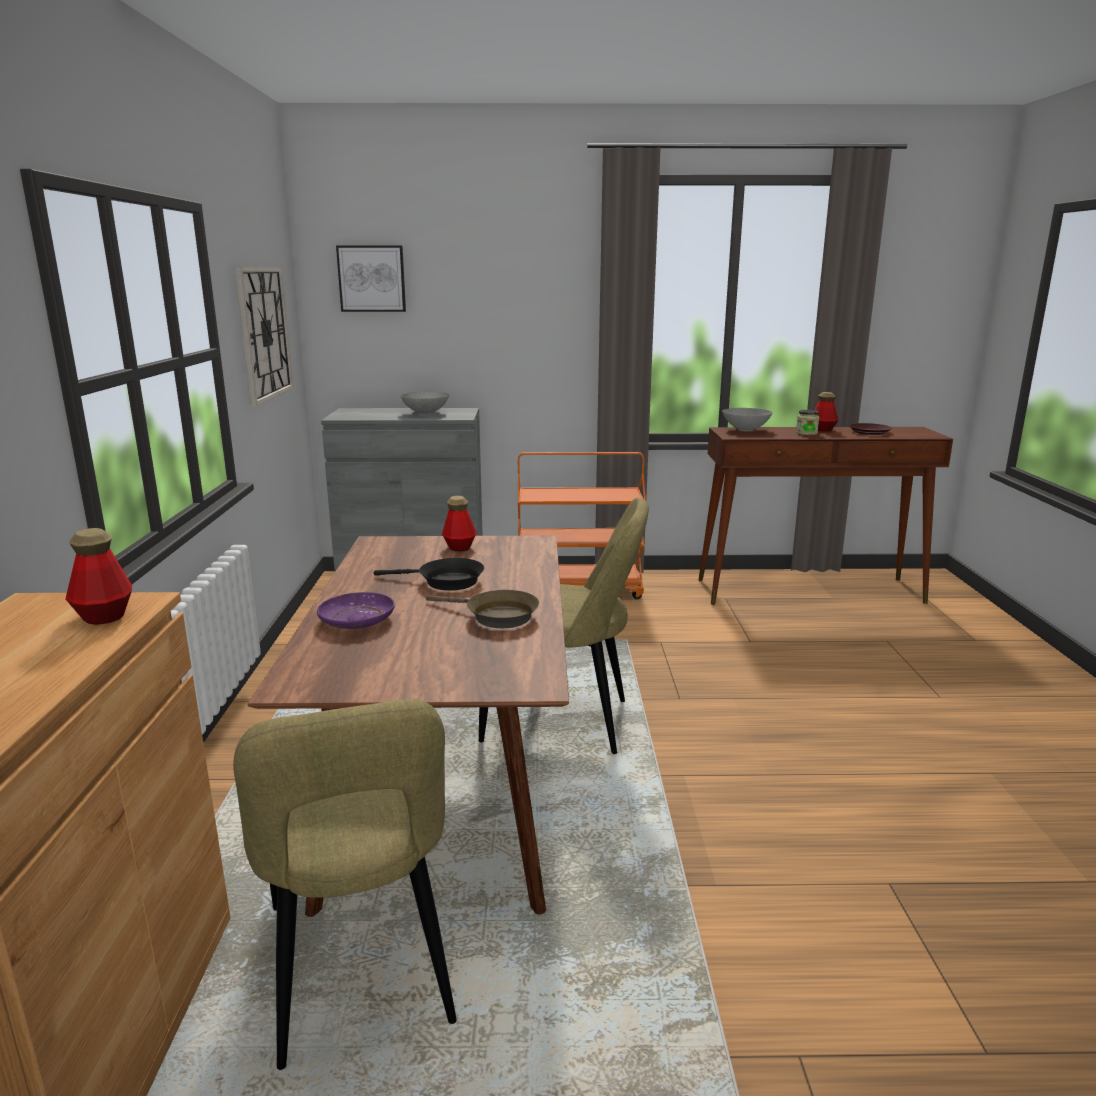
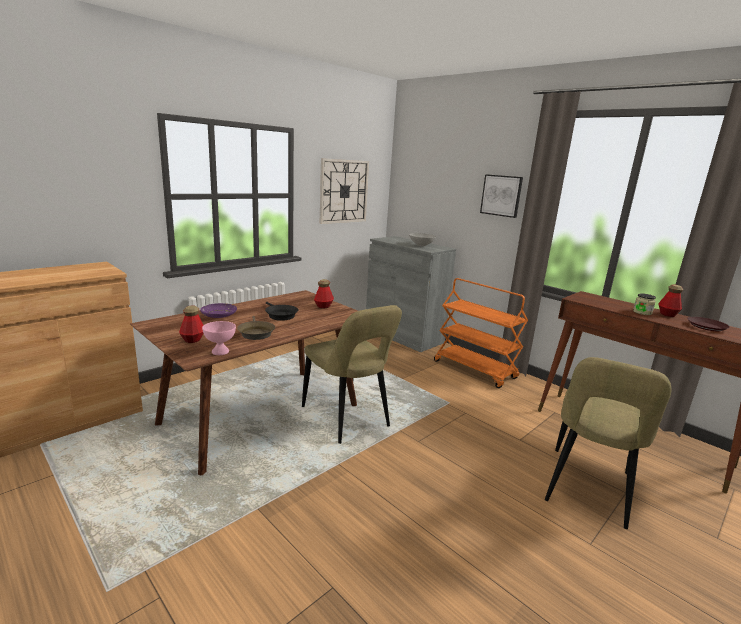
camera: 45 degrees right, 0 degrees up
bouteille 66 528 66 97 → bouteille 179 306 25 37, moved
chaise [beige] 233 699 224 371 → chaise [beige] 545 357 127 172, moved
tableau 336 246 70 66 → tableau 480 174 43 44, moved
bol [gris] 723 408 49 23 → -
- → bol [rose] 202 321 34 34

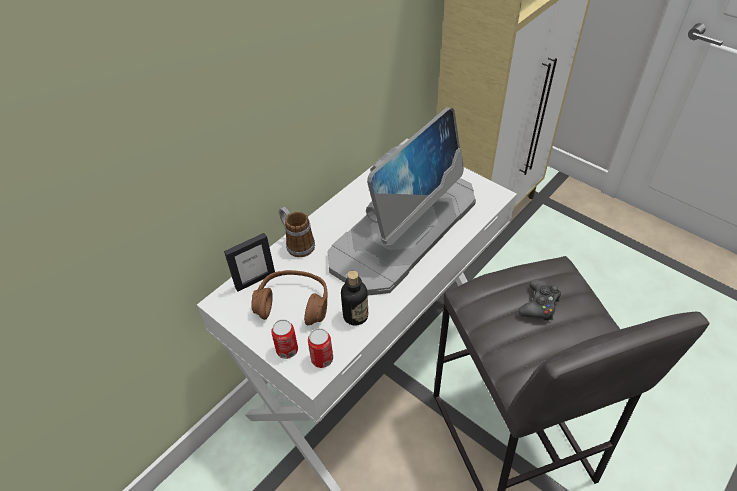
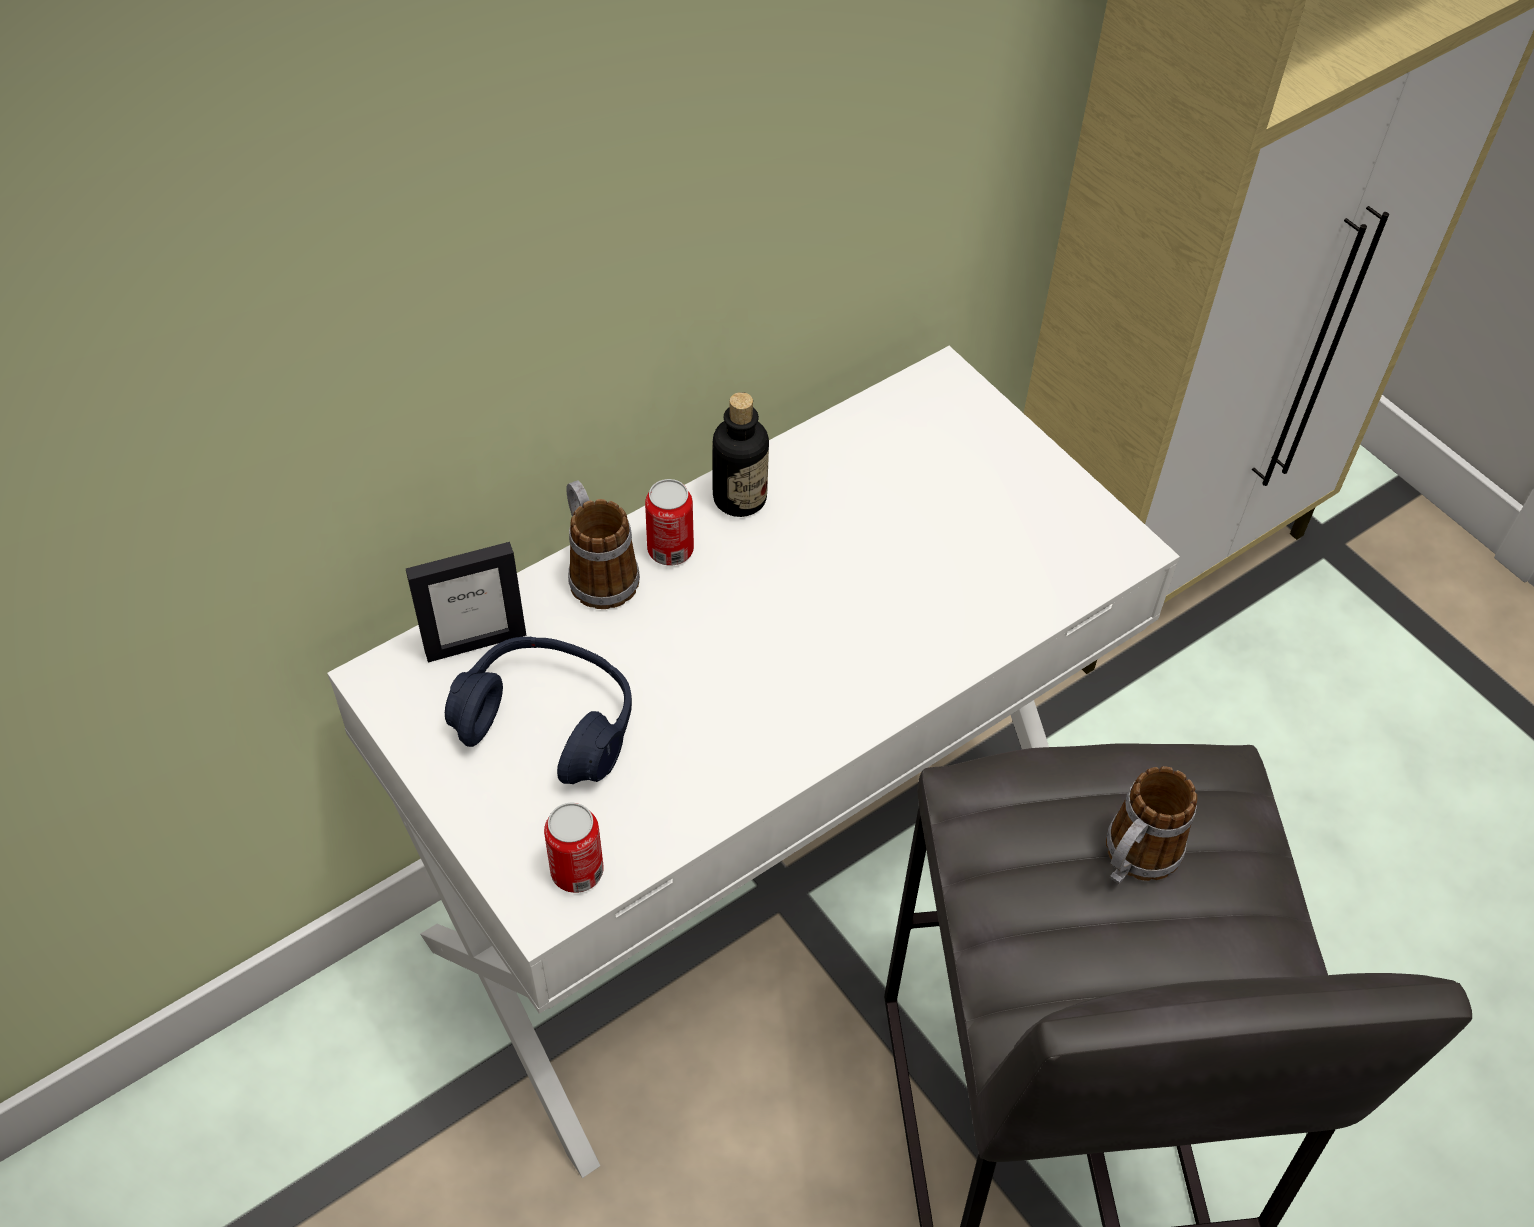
camera: 10 degrees right, 5 degrees up
casque audio [marron] 251 270 76 55 → casque audio [bleu] 445 637 187 147
boîte métallique 271 319 27 40 → boîte métallique 645 479 49 86, moved
écran d'ordinateur 327 107 149 188 → -
bouteille 341 271 27 54 → bouteille 712 392 57 125, moved
manette [noir] 518 280 43 41 → mug 1106 766 91 118

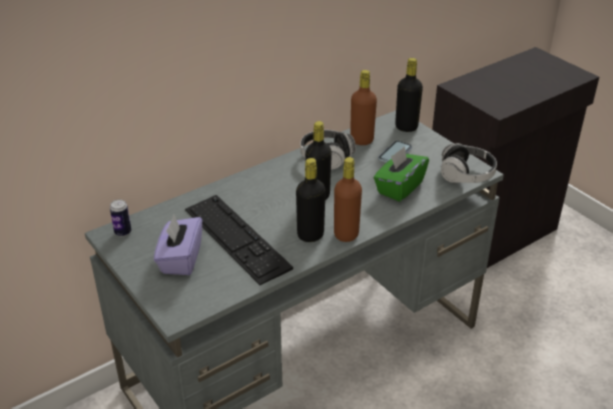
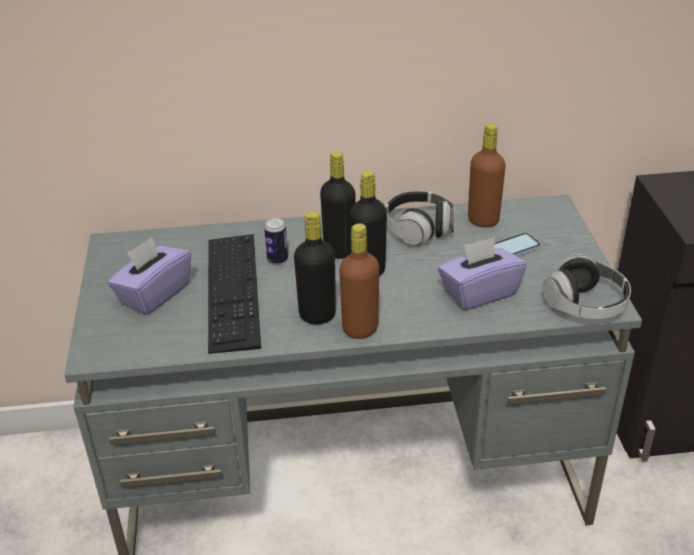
camera: 30 degrees right, 0 degrees up
boîte métallique 110 199 21 38 → boîte métallique 264 218 24 46, moved
boîte à mouchoirs [vert] 374 146 55 56 → boîte à mouchoirs [violet] 438 237 89 73
bouteille [noir] 395 58 28 74 → bouteille [noir] 320 151 36 108, moved

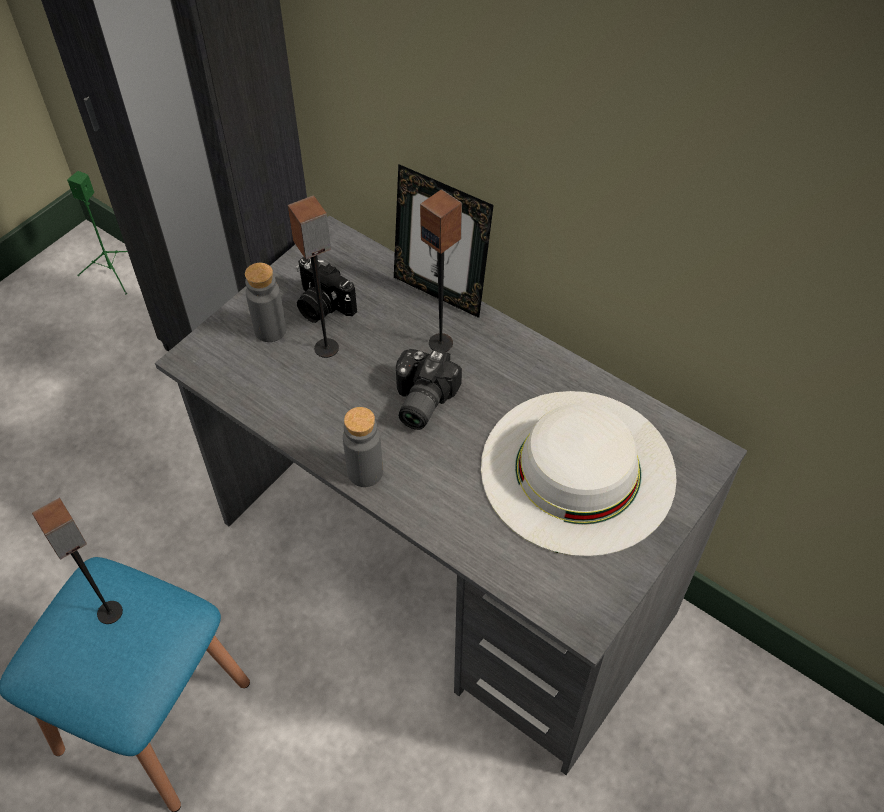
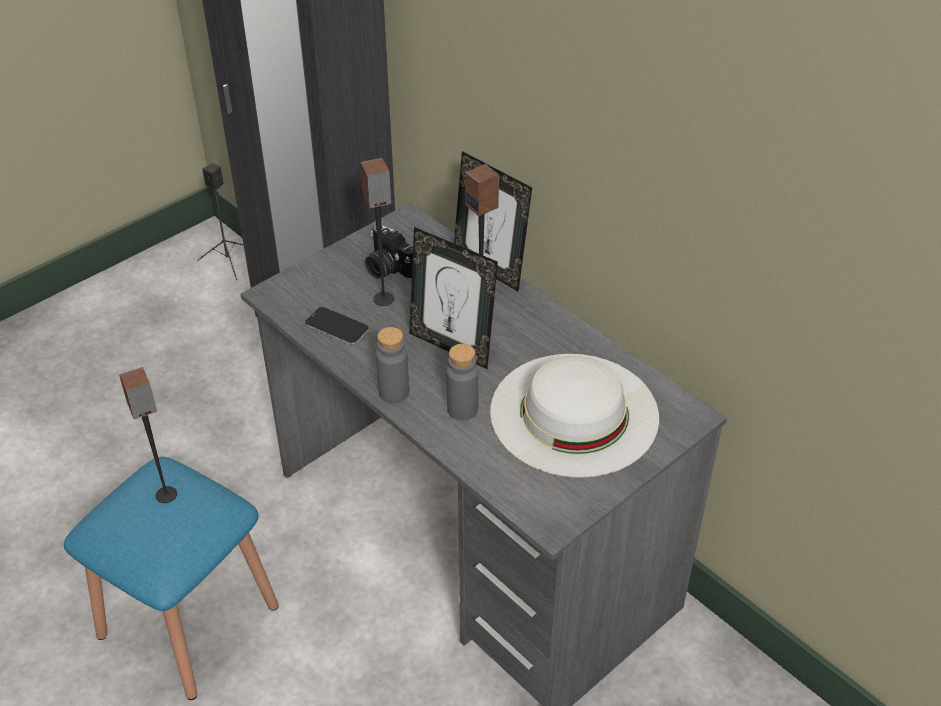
camera: 10 degrees right, 10 degrees down
enceinte [vert] 67 171 61 124 → enceinte [noir] 197 163 46 117
bouteille [gris] 245 263 42 79 → bouteille [gris] 446 344 32 77, moved
appareil photo 396 348 66 82 → cadre photo 409 227 89 142
- → téléphone 305 307 64 38

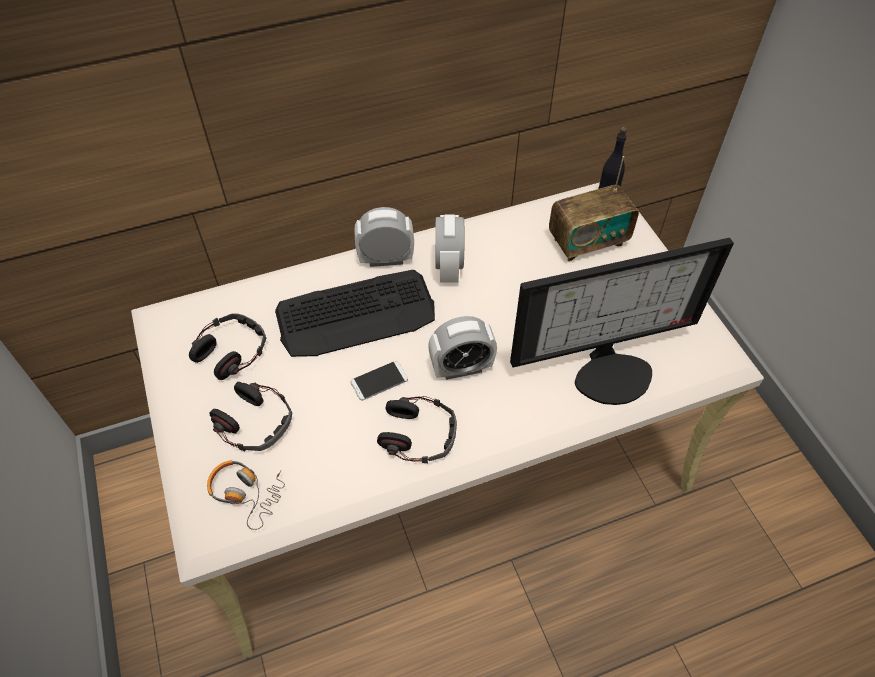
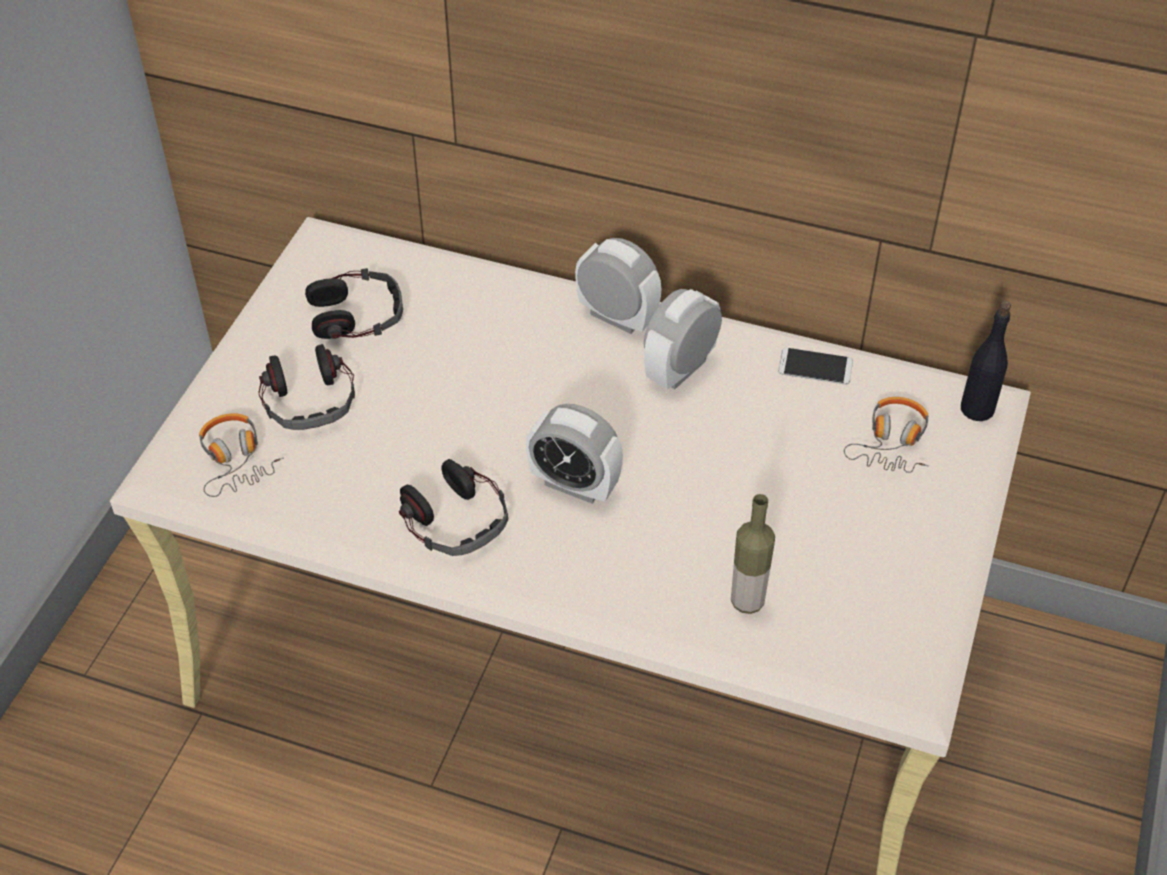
camera: 40 degrees right, 5 degrees down
clavier 275 270 160 87 → -
téléphone 351 361 57 39 → téléphone 778 348 75 37, moved
écran d'ordinateur 510 238 224 167 → bouteille 731 494 44 120
radio 549 156 90 105 → casque audio 844 397 85 76

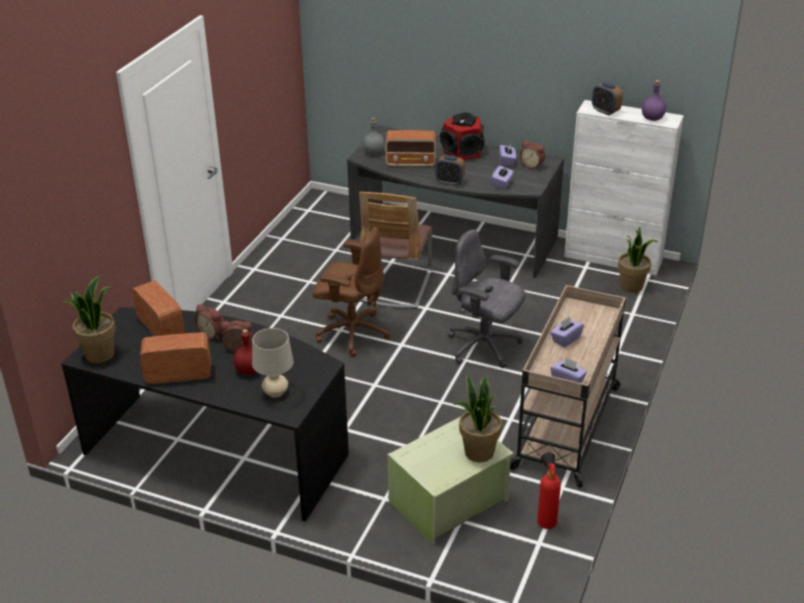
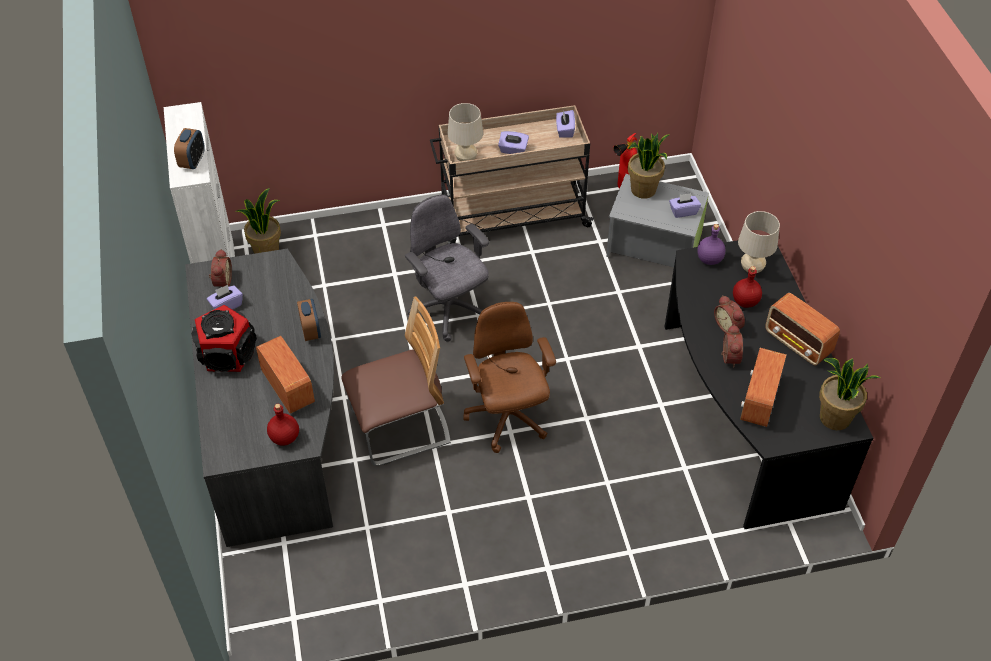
camera: 125 degrees left, 15 degrees up
bouteille [gris] 363 118 22 37 → bouteille [rouge] 267 404 32 42
boîte de rangement [vert] 387 417 127 127 → boîte de rangement [gris] 607 174 102 93
chaise de bureau [gris] 448 229 78 139 → chaise de bureau [gris] 405 195 84 147, 150 degrees clockwise
boîte à mouchoirs [violet] 492 165 22 24 → boîte à mouchoirs [violet] 669 193 32 25, moved
bouteille [violet] 642 80 24 41 → bouteille [violet] 697 224 28 41, moved
- → lampe de table [beige] 447 103 36 58

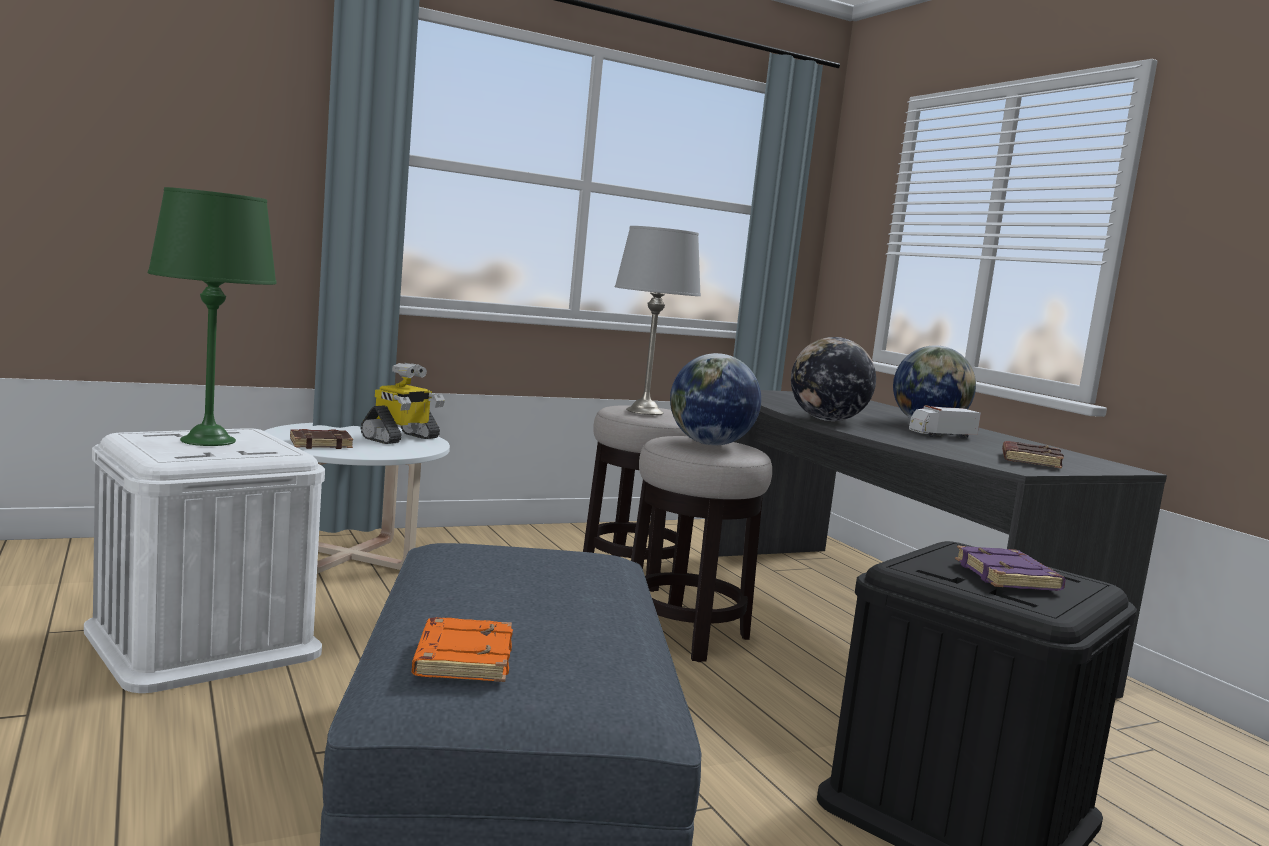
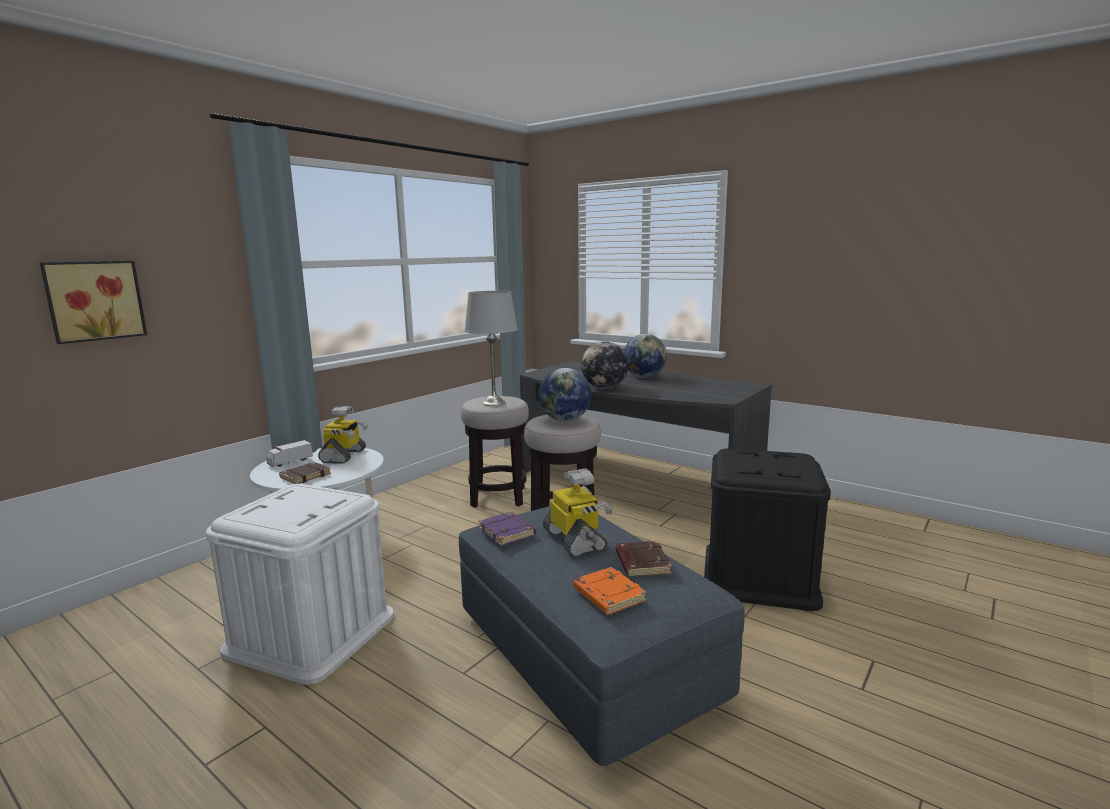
camera: 25 degrees left, 5 degrees up
lampe de table [vert] 148 187 129 259 → -
camion jouet 909 405 72 34 → camion jouet 266 440 47 27, moved
livre [violet] 955 545 111 46 → livre [violet] 478 512 58 34, moved
livre [marron] 1002 441 62 28 → livre [marron] 616 541 56 36, moved
- → tableau 40 261 107 83
- → robot jouet 543 468 70 89

